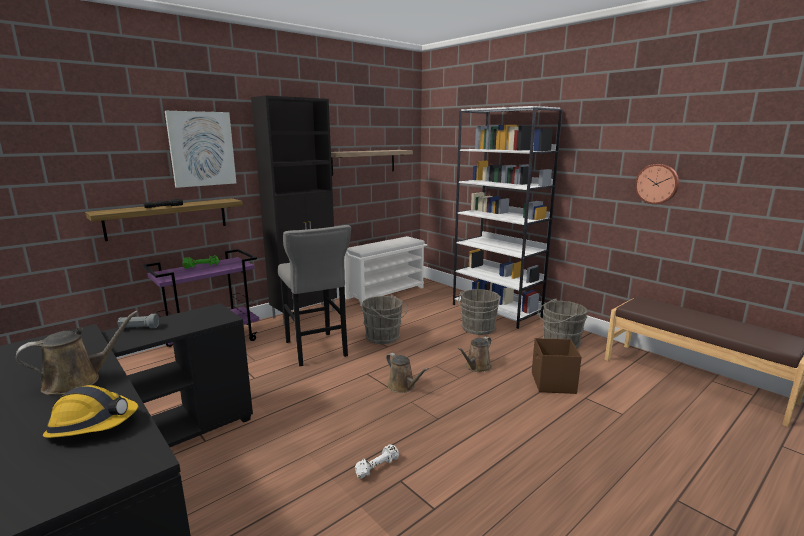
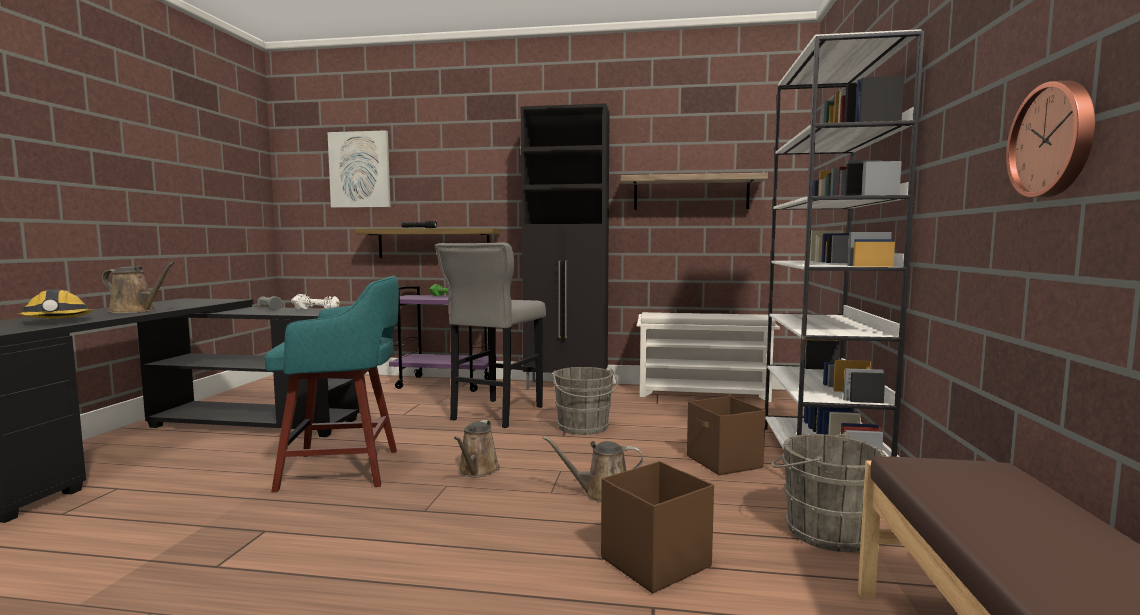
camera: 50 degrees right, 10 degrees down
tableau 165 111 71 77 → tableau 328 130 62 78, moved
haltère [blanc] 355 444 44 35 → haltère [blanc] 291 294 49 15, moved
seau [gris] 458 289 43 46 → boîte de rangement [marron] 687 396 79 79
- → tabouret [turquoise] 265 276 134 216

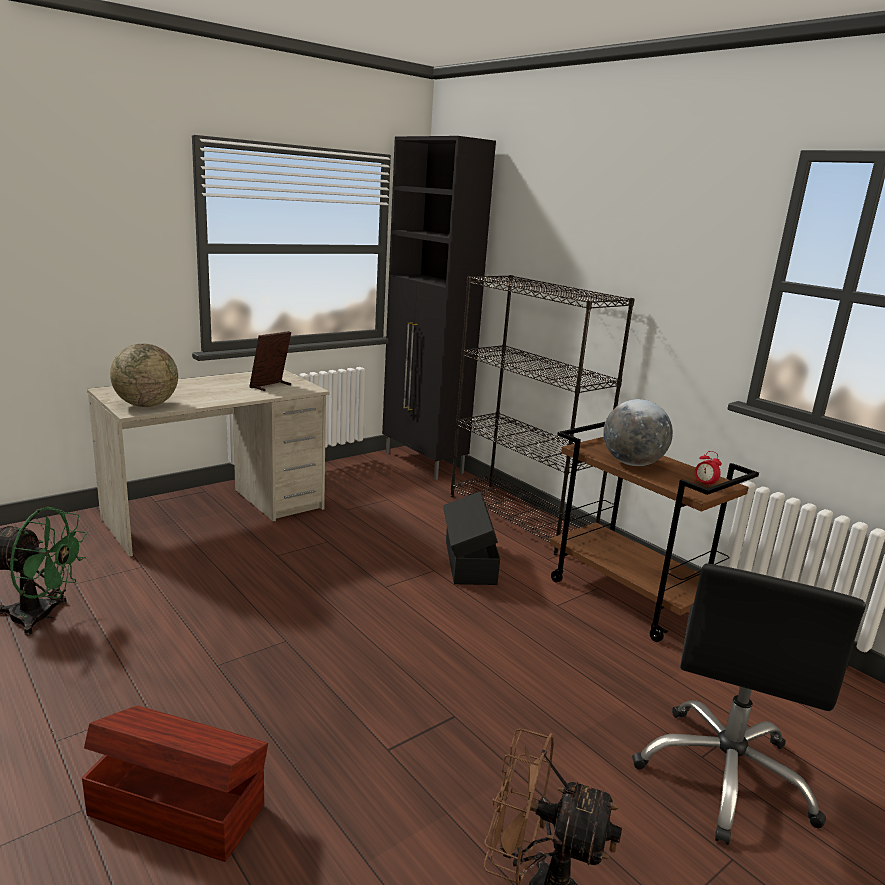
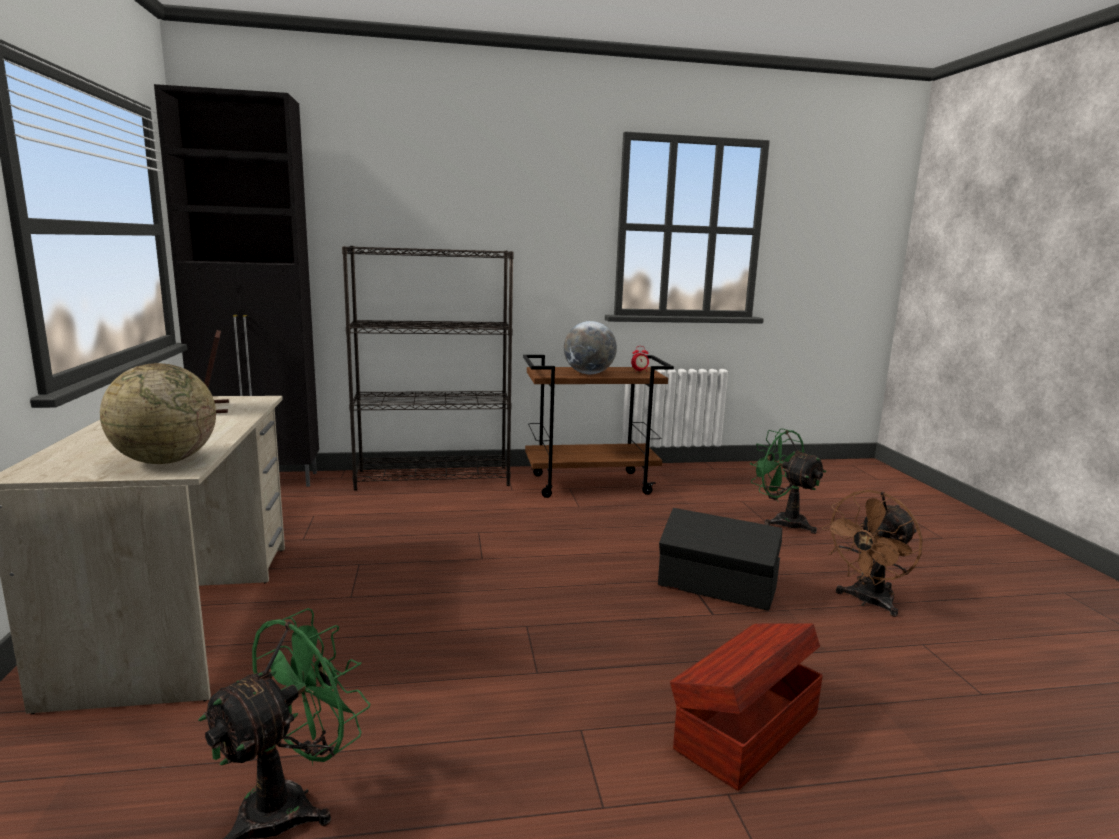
camera: 60 degrees left, 5 degrees down
boîte de rangement [noir] 443 492 57 93 → boîte de rangement [noir] 658 508 124 103, moved
chaise de bureau [noir] 632 564 234 281 → ventilateur [vert] 750 428 76 106

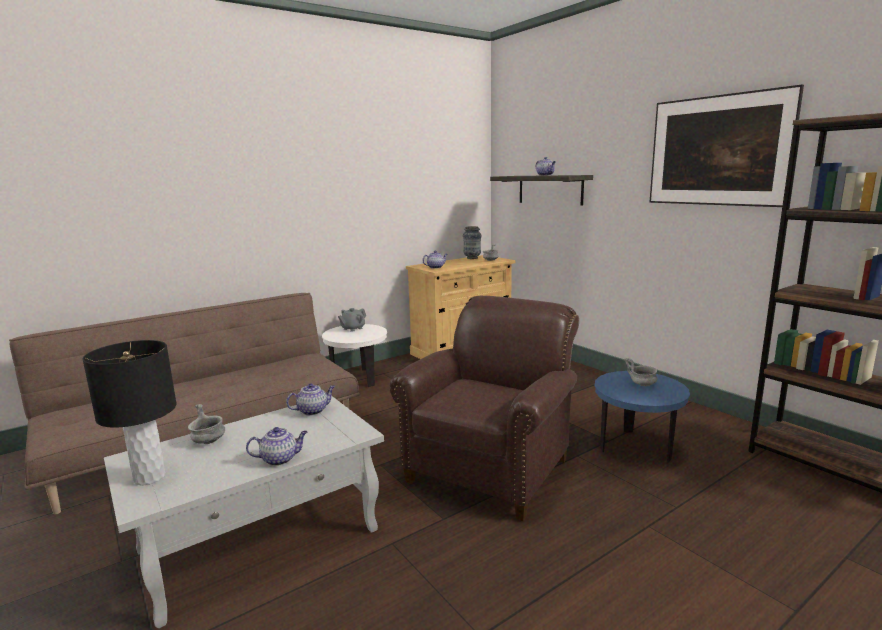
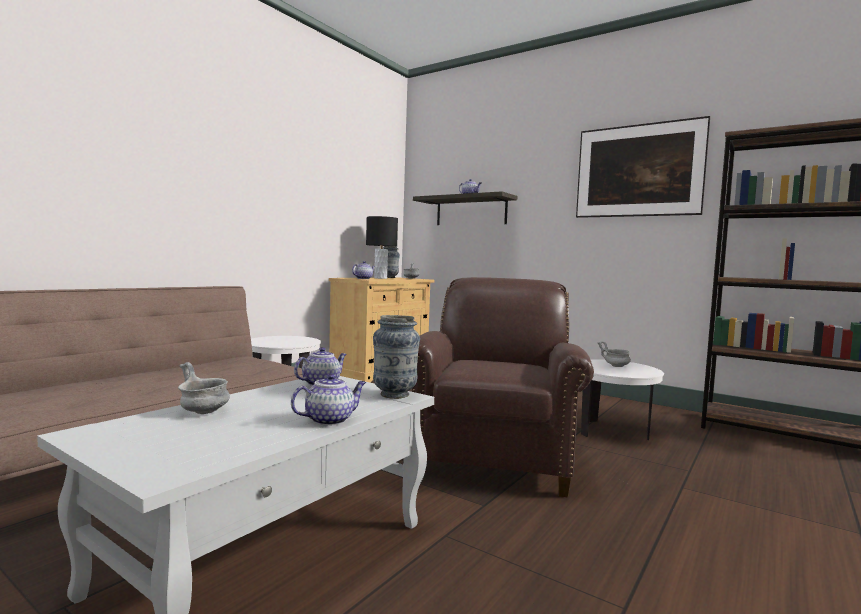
camera: 20 degrees left, 10 degrees down
lampe de table [noir] 82 340 95 146 → lampe de table [noir] 366 216 32 63, moved
théière [gris] 338 308 28 24 → -
table d'appoint [bleu] 594 371 96 92 → table d'appoint [blanc] 581 359 83 81
- → vase 373 315 47 84

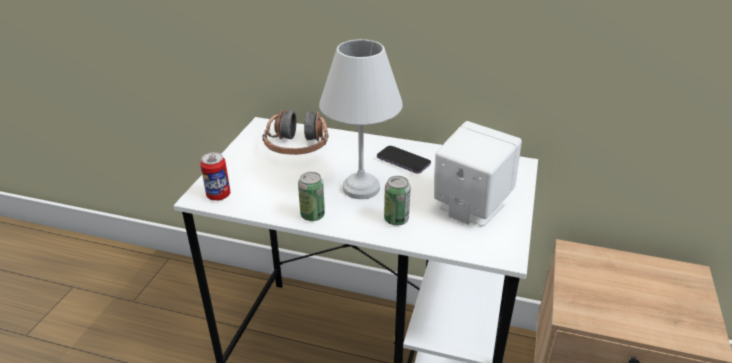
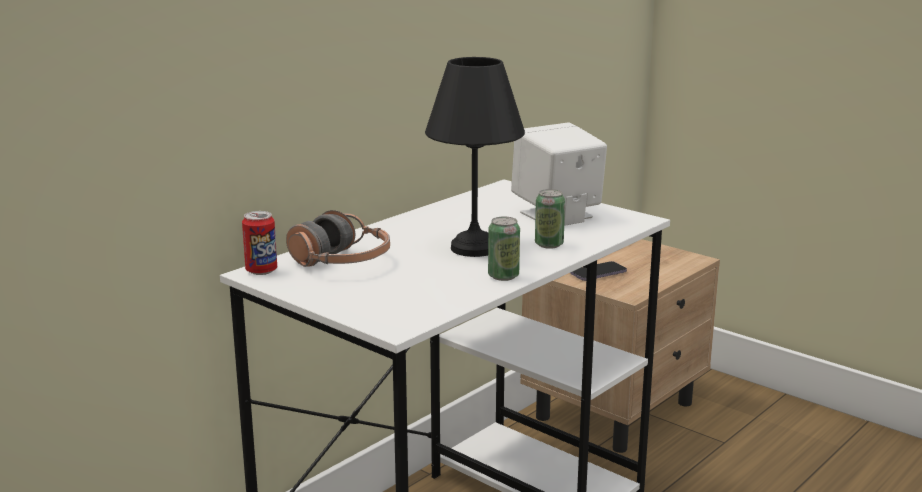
camera: 65 degrees left, 15 degrees down
boîte métallique 200 152 30 49 → boîte métallique 242 211 35 64, moved
lampe de table [blanc] 319 39 84 160 → lampe de table [noir] 425 57 100 200
téléphone 377 146 54 28 → téléphone 570 261 57 20, moved

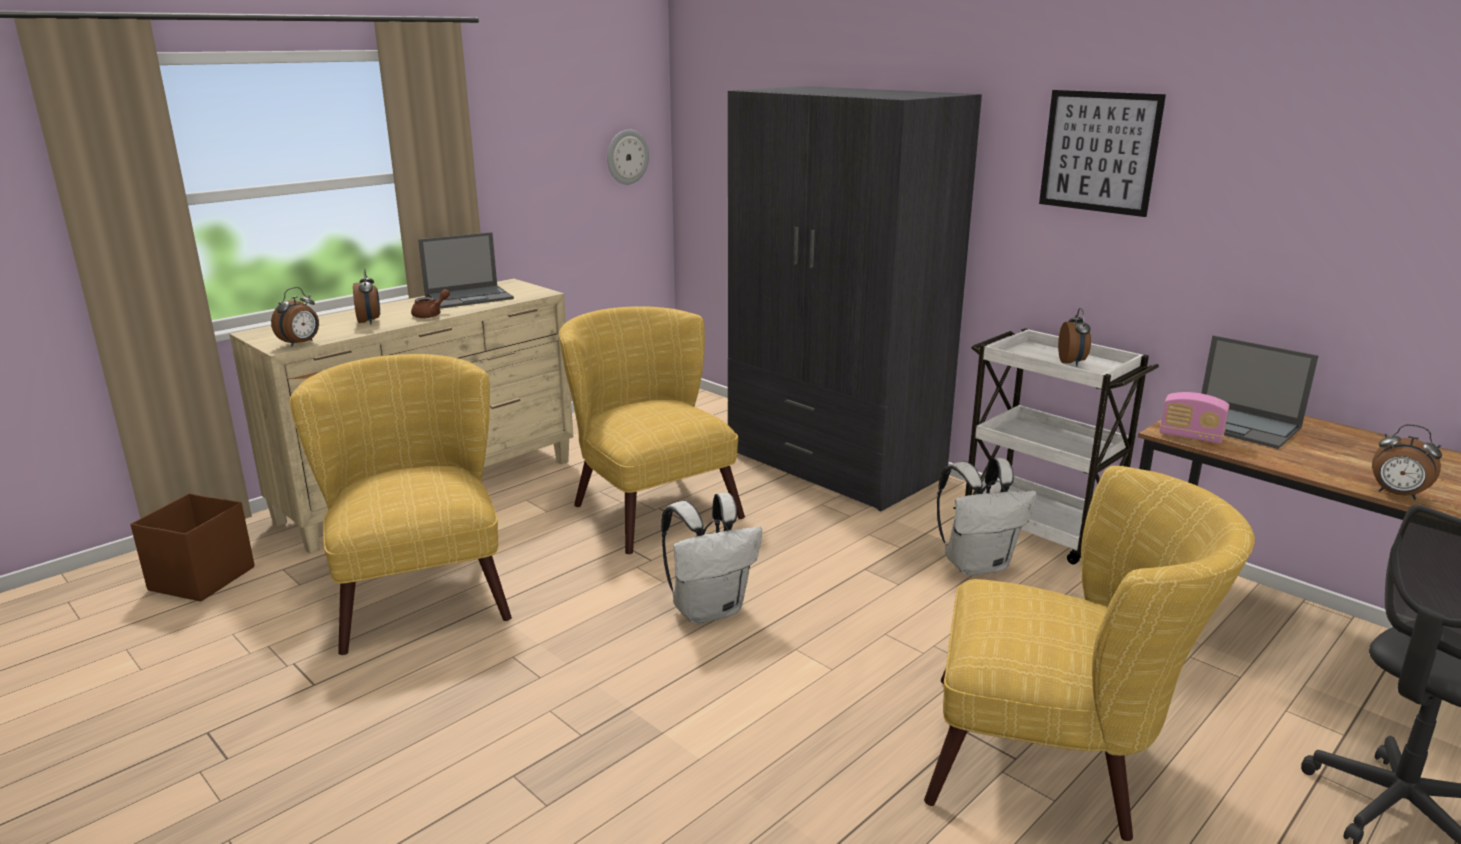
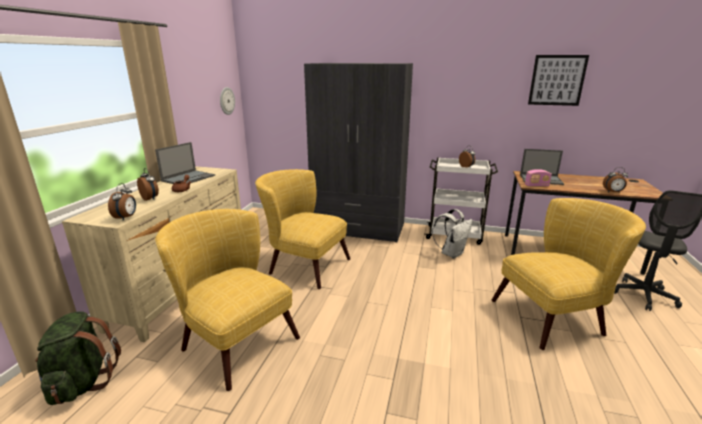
camera: 30 degrees left, 0 degrees up
boîte de rangement [marron] 130 493 125 109 → sac à dos [vert] 35 311 86 94
sac à dos [blanc] 661 493 101 131 → -
tableau 1039 90 127 127 → tableau 528 55 61 51, moved

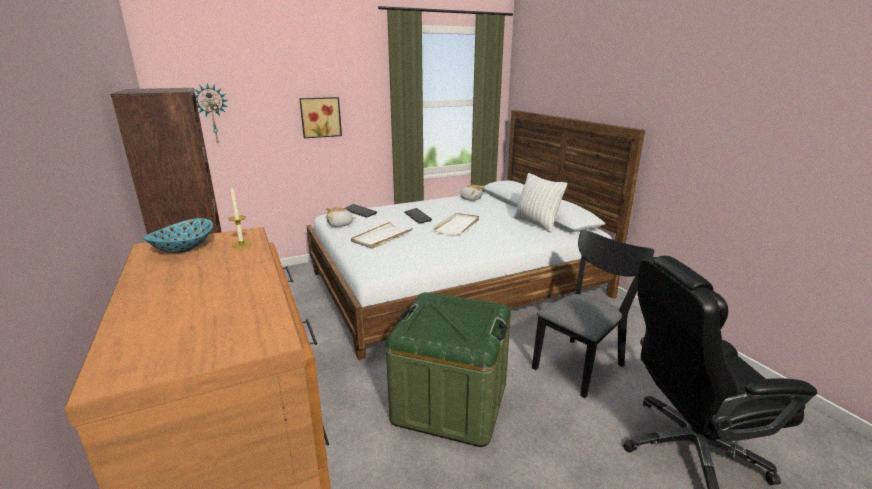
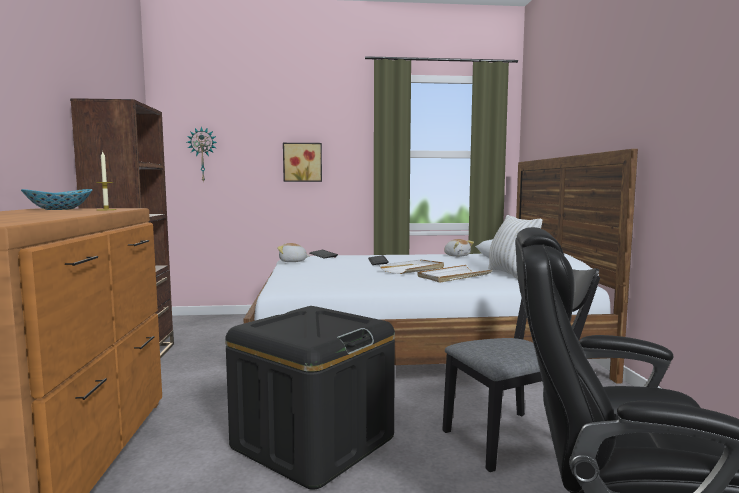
camera: 20 degrees right, 15 degrees down
plateau [blanc] 351 222 62 27 → plateau [blanc] 417 265 75 17, moved
boîte de rangement [vert] 386 292 125 155 → boîte de rangement [noir] 225 306 170 184

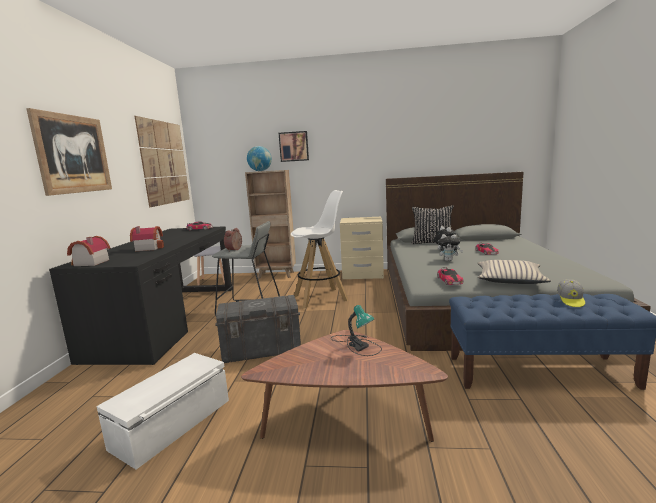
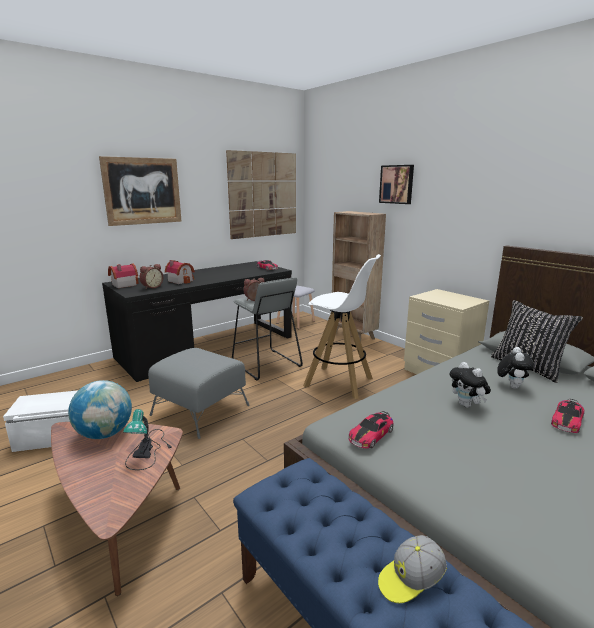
camera: 45 degrees right, 5 degrees up
boîte de rangement [gris] 215 295 86 68 → pouf [gris] 148 348 102 91
globe 247 146 25 25 → globe 68 380 64 59, moved
coussin [beige] 477 260 74 24 → -
- → réveil 139 264 24 25

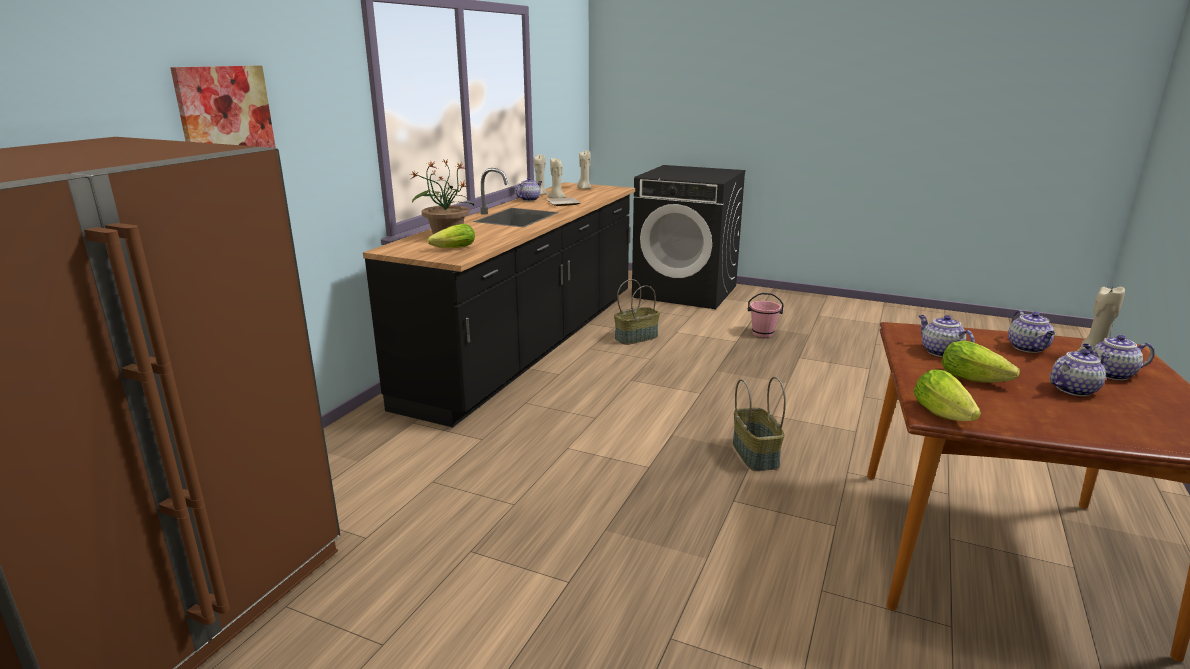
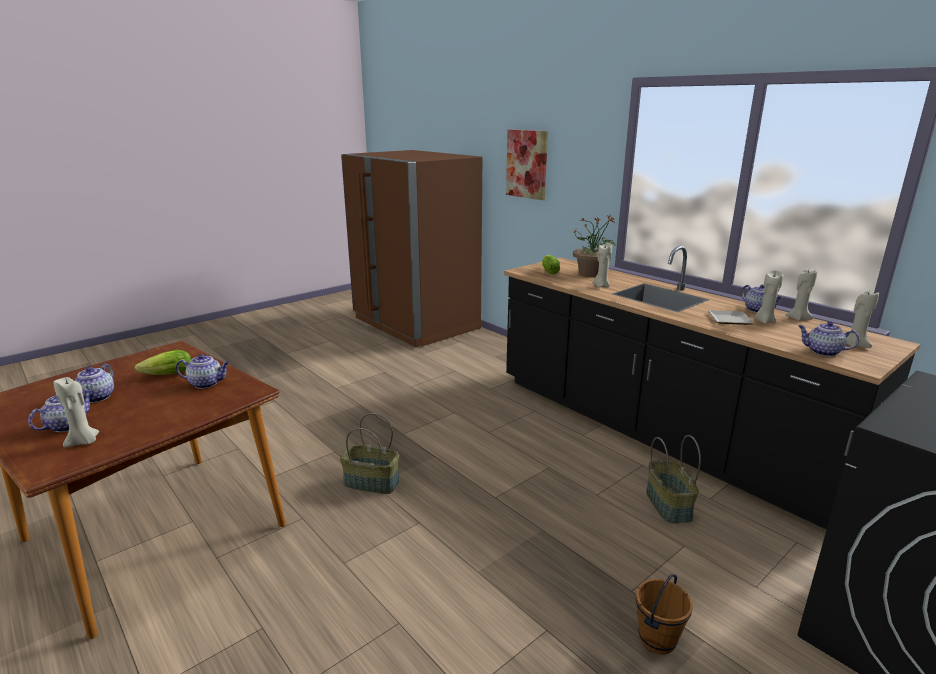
camera: 115 degrees right, 0 degrees up
seau [rose] 748 293 36 45 → seau [marron] 636 574 57 80
laitue 913 370 68 51 → -
théière 1008 310 47 43 → théière 798 321 62 35, moved
- → bougie [beige] 593 243 19 44

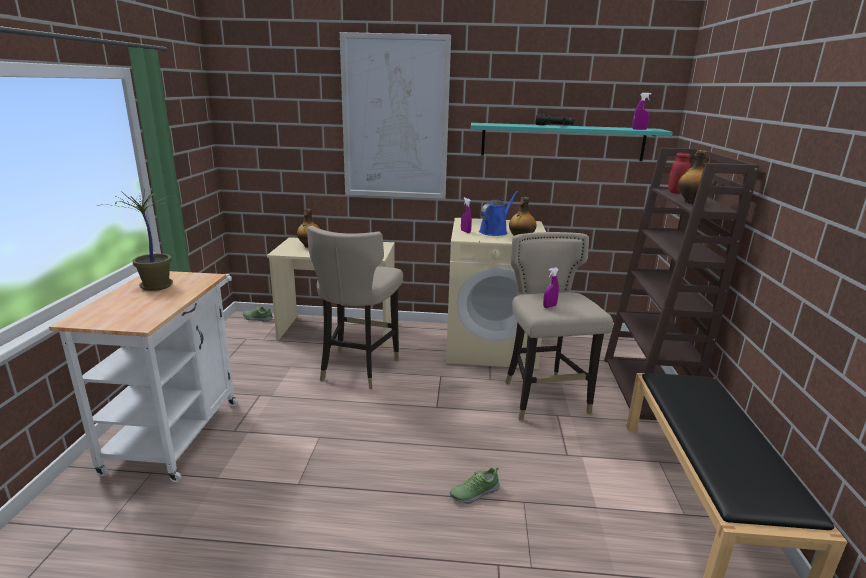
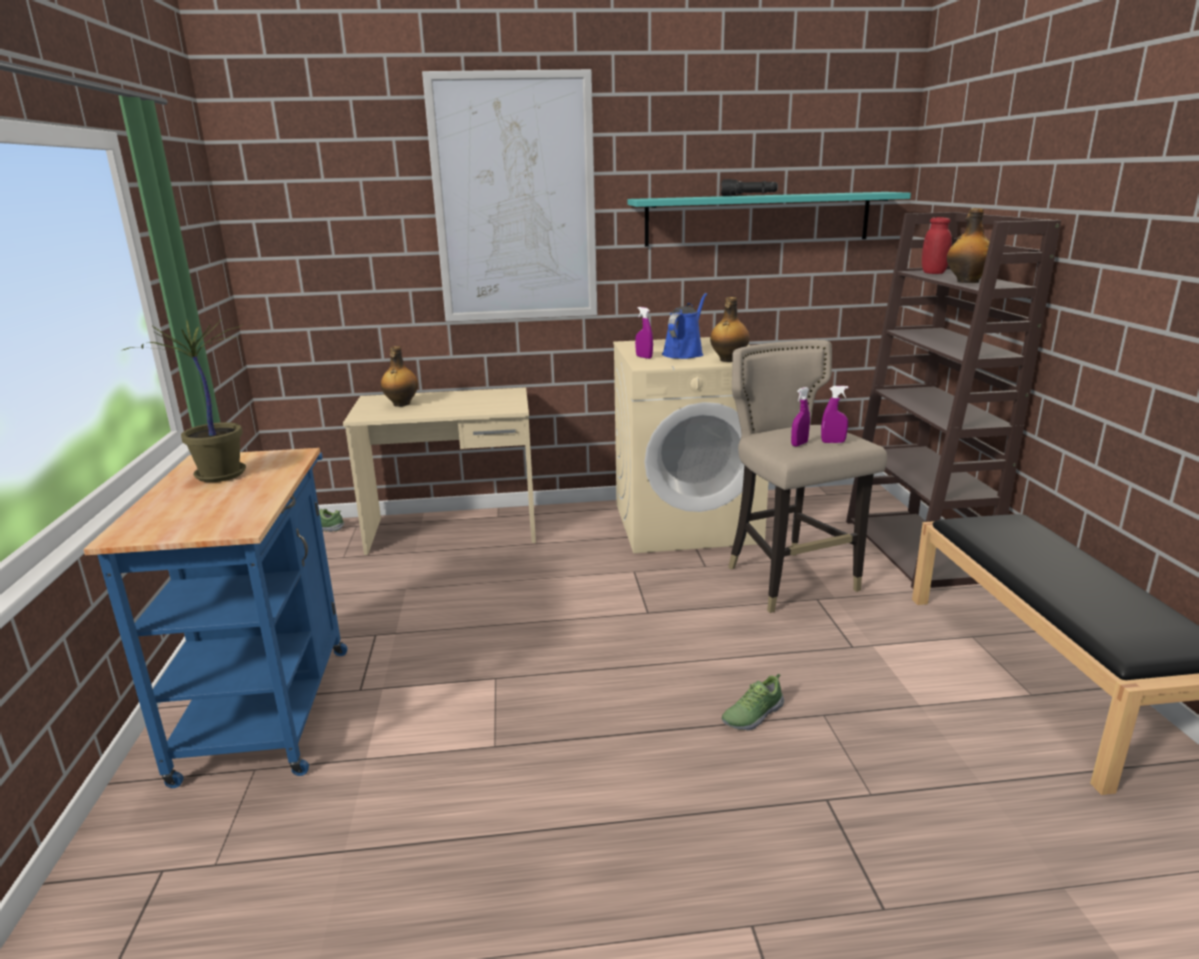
camera: 10 degrees left, 0 degrees up
chariot [blanc] 49 271 189 211 → chariot [bleu] 83 448 265 340
tabouret [beige] 307 226 96 163 → -
vaporisateur [violet] 632 93 20 37 → vaporisateur [violet] 821 386 27 57, moved

